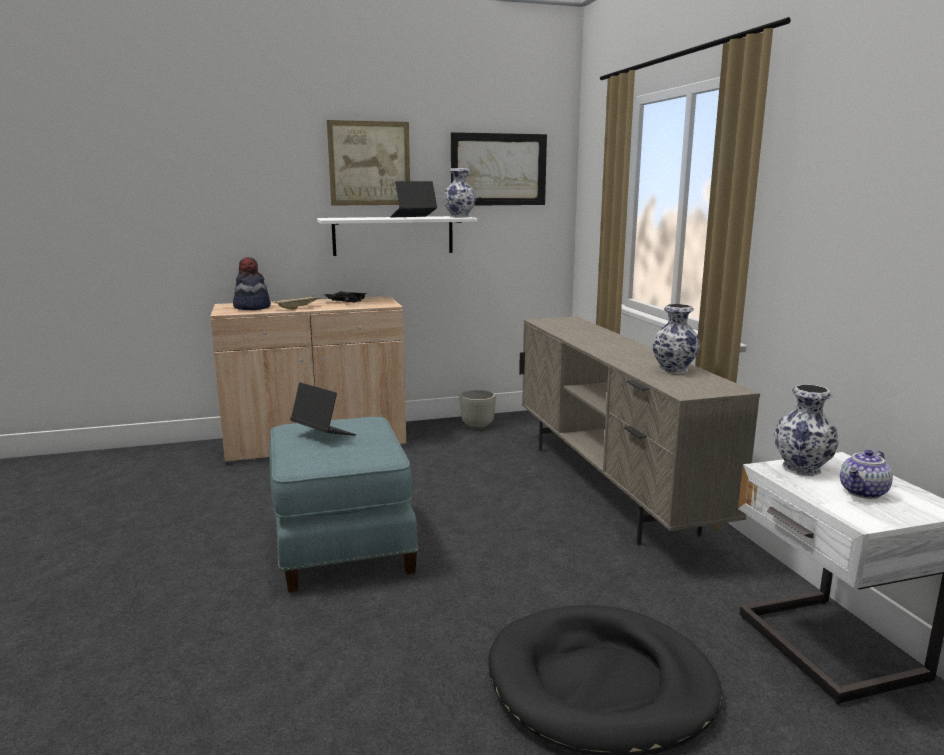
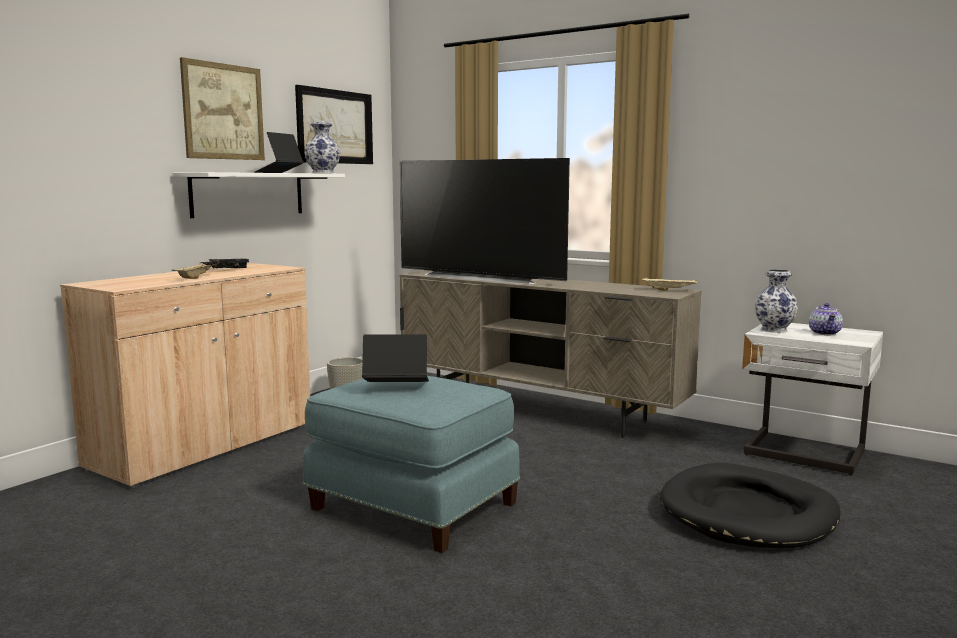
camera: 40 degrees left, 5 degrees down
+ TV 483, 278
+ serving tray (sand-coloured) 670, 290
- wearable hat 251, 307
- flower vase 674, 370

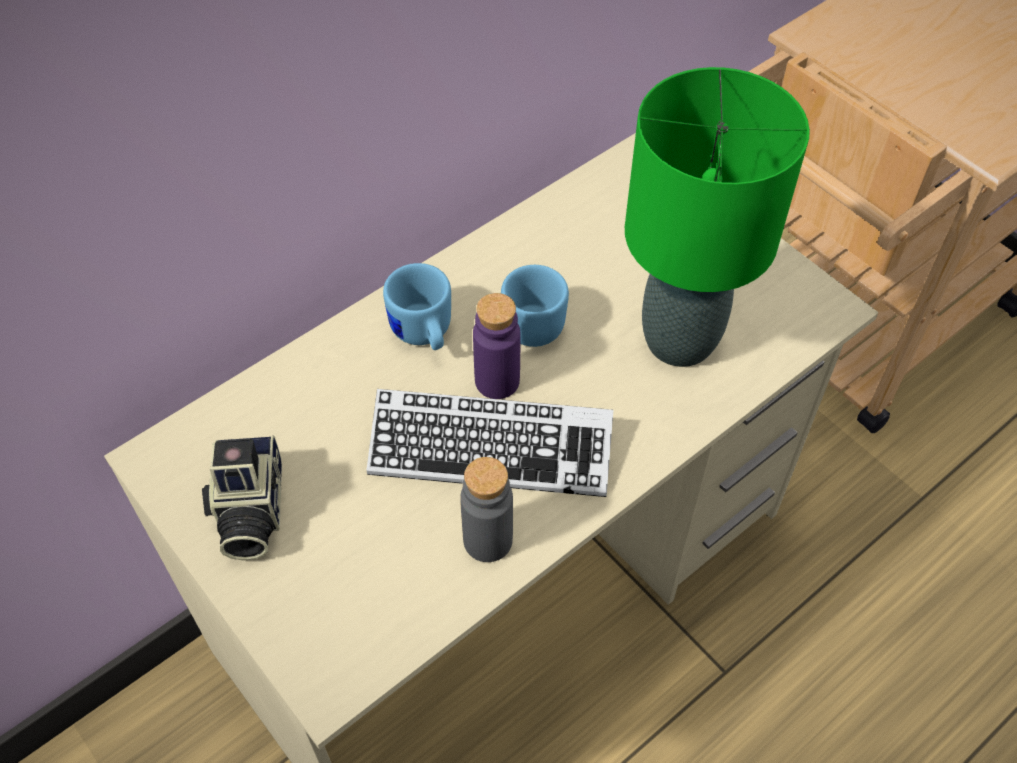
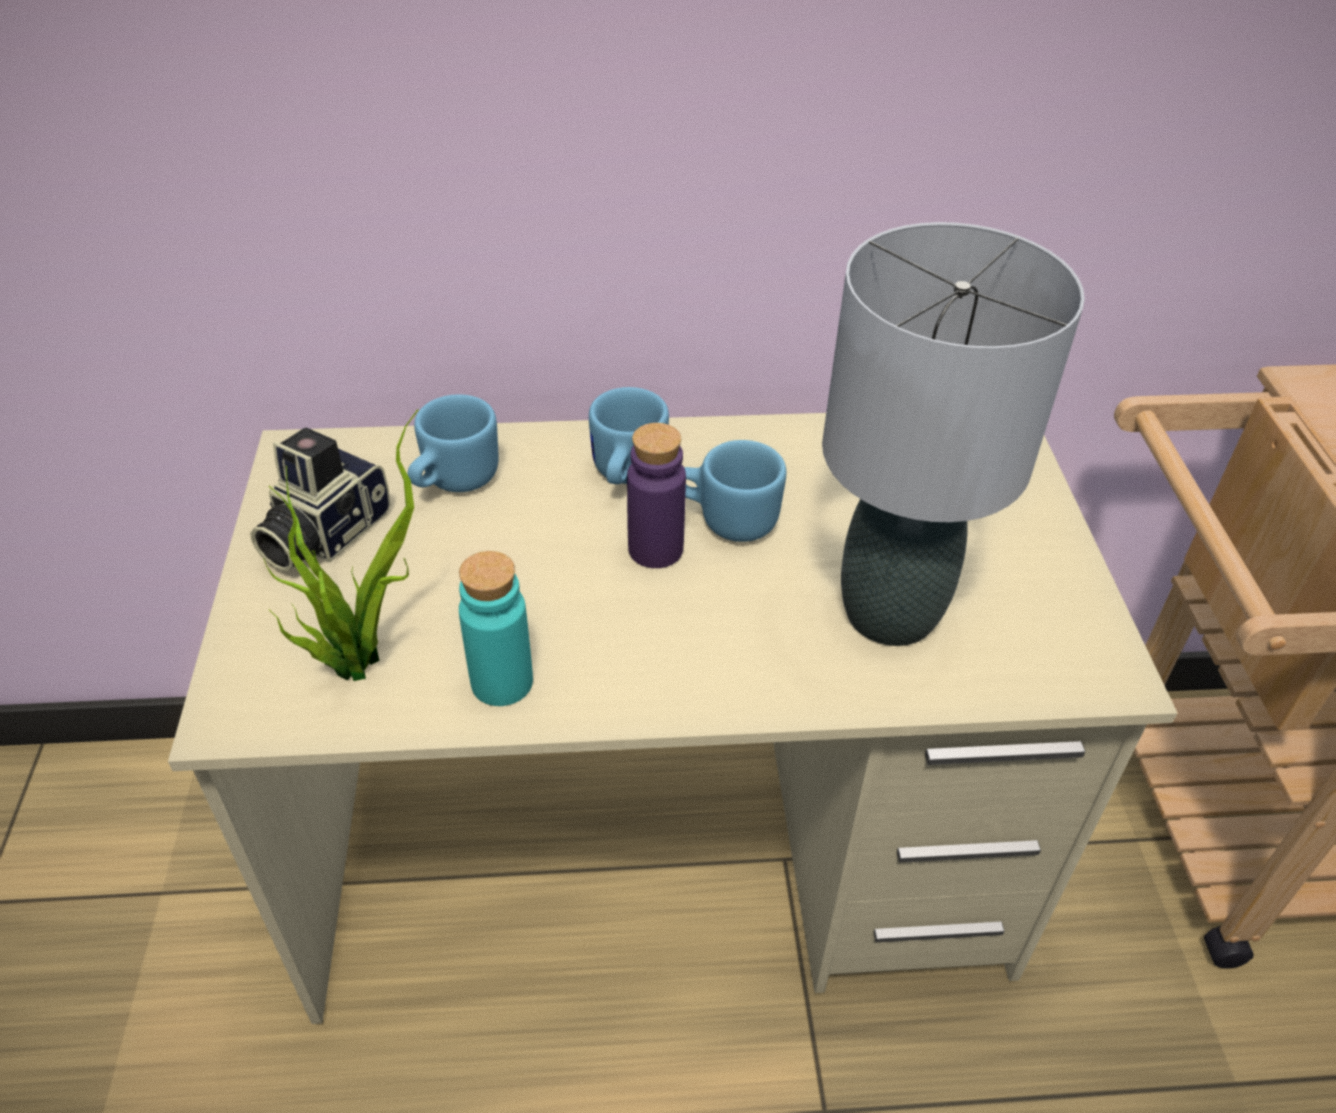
camera: 35 degrees right, 10 degrees down
+ plant in a pot 358, 657
+ tea mug (blue-coloured) 453, 481
~ drink bottle (grey) 488, 540 to drink bottle (turquoise-coloured) 502, 682
~ table lamp (green-coloured) 678, 339 to table lamp (grey) 889, 612
- PC keyboard 490, 450

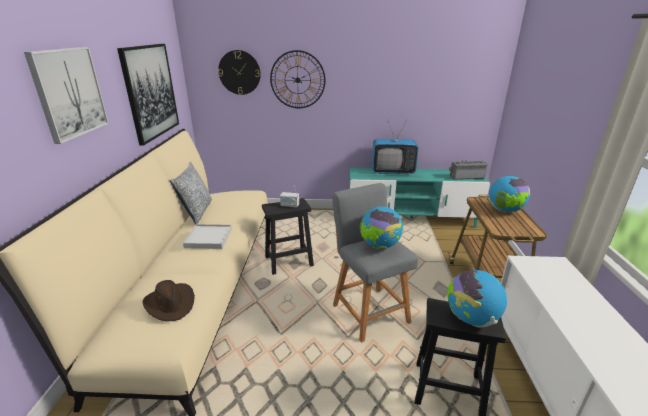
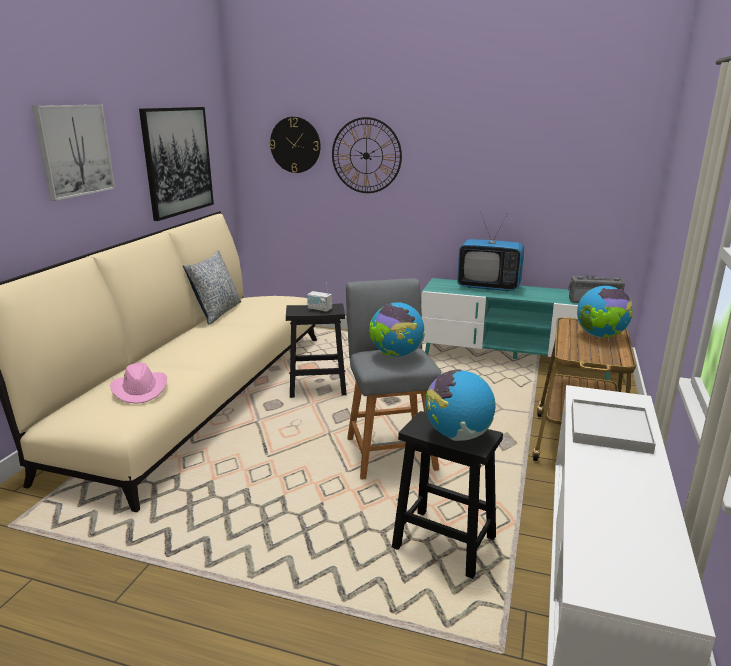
camera: 15 degrees right, 5 degrees down
~ wearable hat (brownish) 170, 303 to wearable hat (pink-coloured) 140, 389
~ serving tray (white) 208, 238 to 609, 429

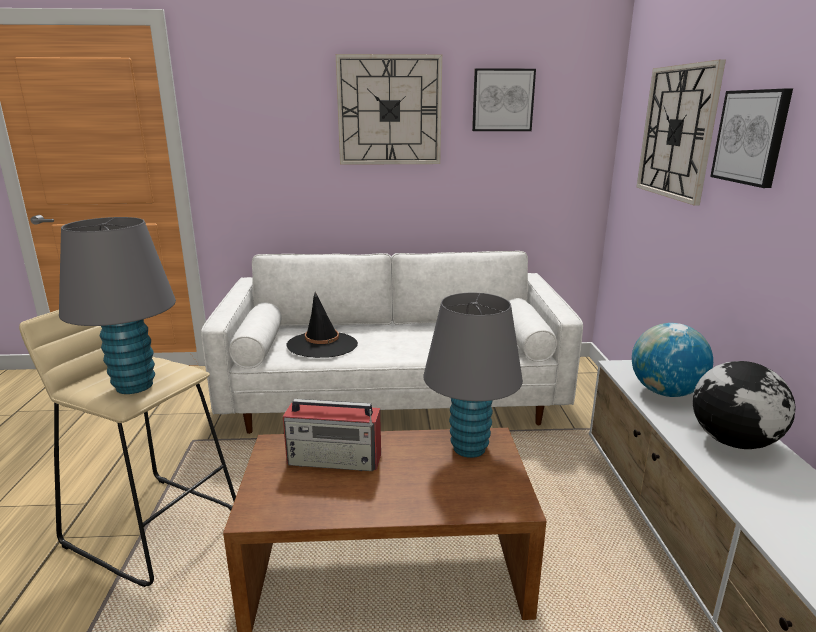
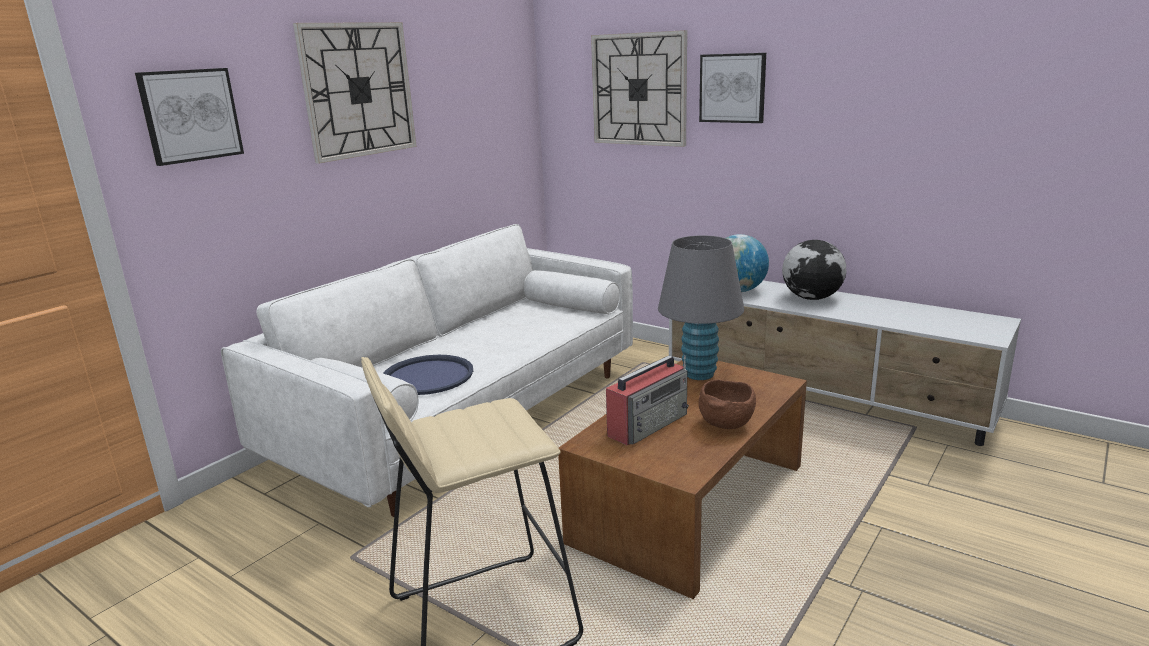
camera: 50 degrees left, 0 degrees up
~ wall art 503, 100 to 190, 115
~ wearable hat (black-coloured) 322, 345 to serving tray (blue-coloured) 428, 376
+ bowl (brownish) 726, 424
- table lamp (grey) 134, 386

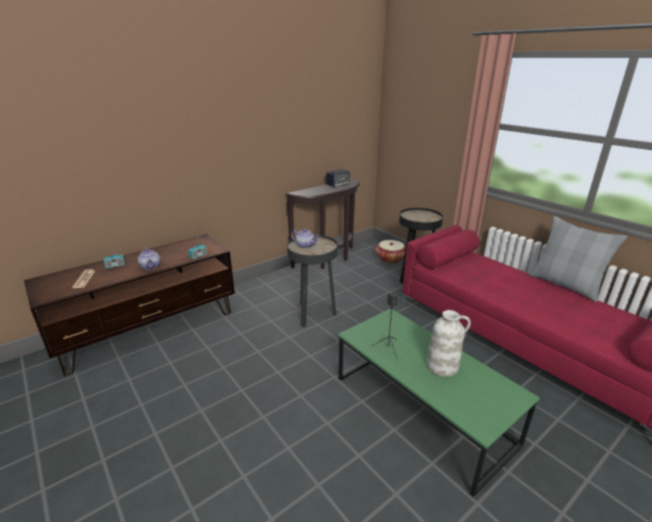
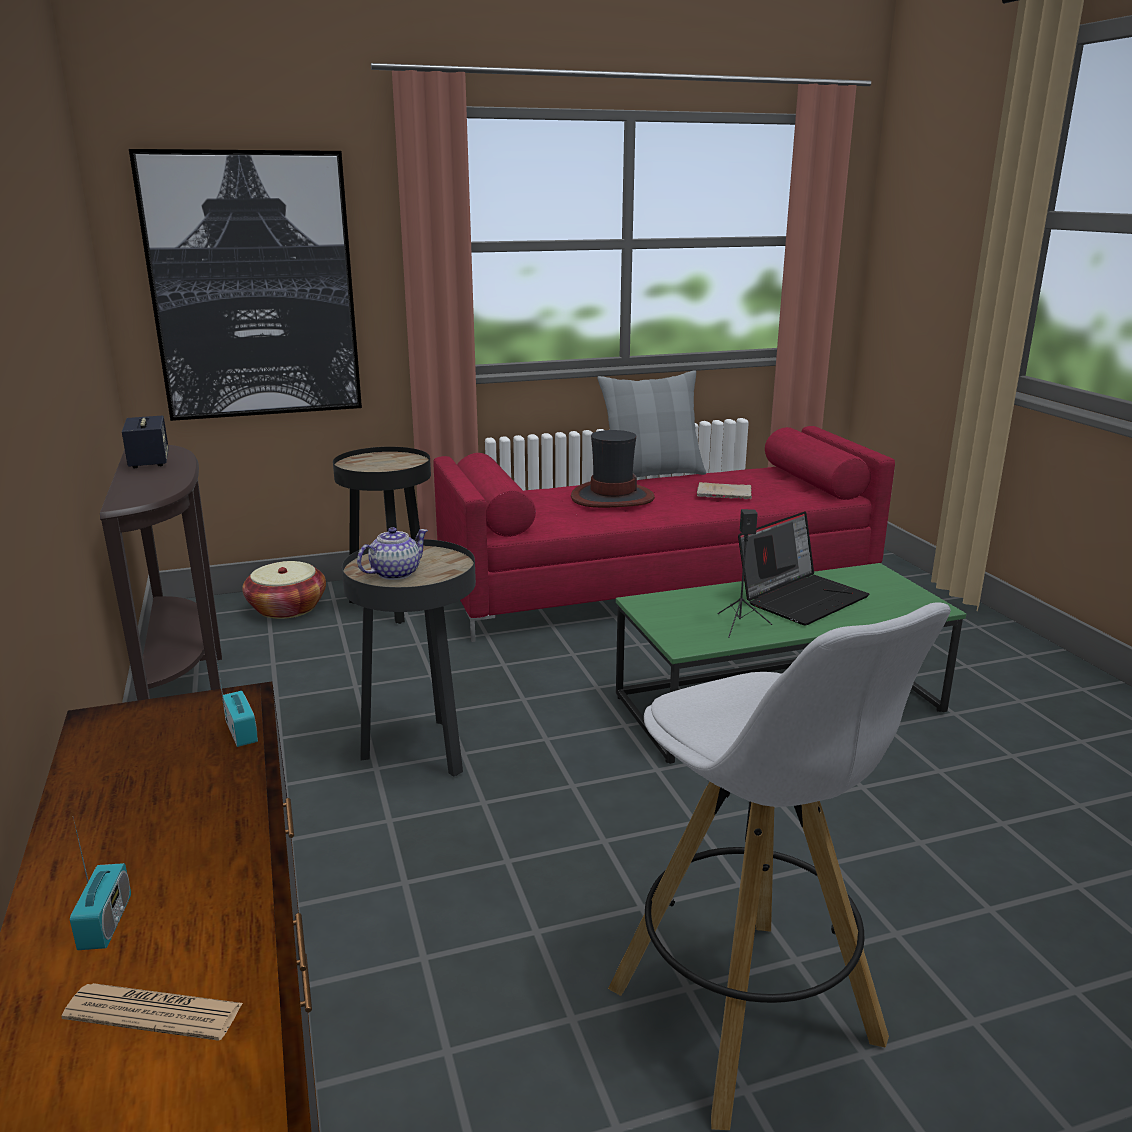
camera: 70 degrees left, 5 degrees down
+ wall art 254, 287
+ wearable hat 612, 497
+ stool (white) 748, 1018
+ bound book (sand-coloured) 726, 494
~ flower vase (white) 443, 366 to notebook computer 801, 597
- pot for tea 150, 266

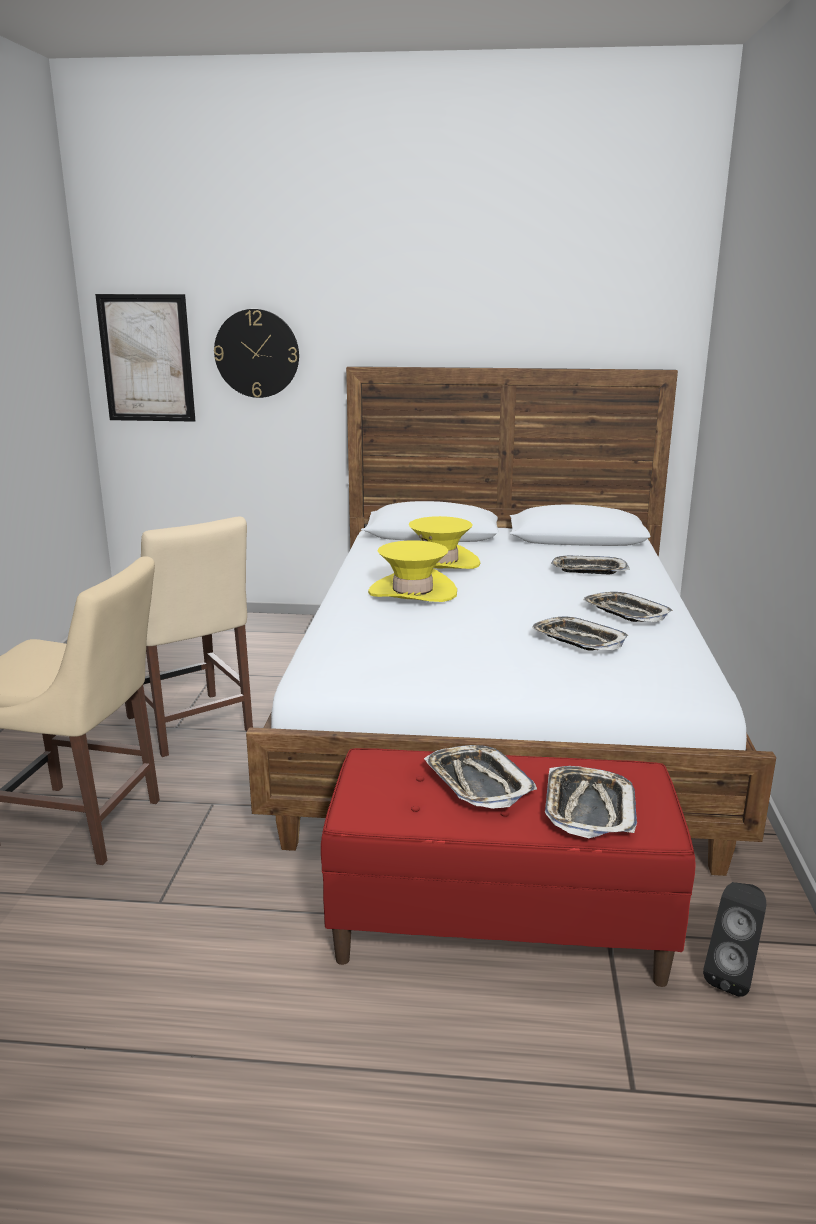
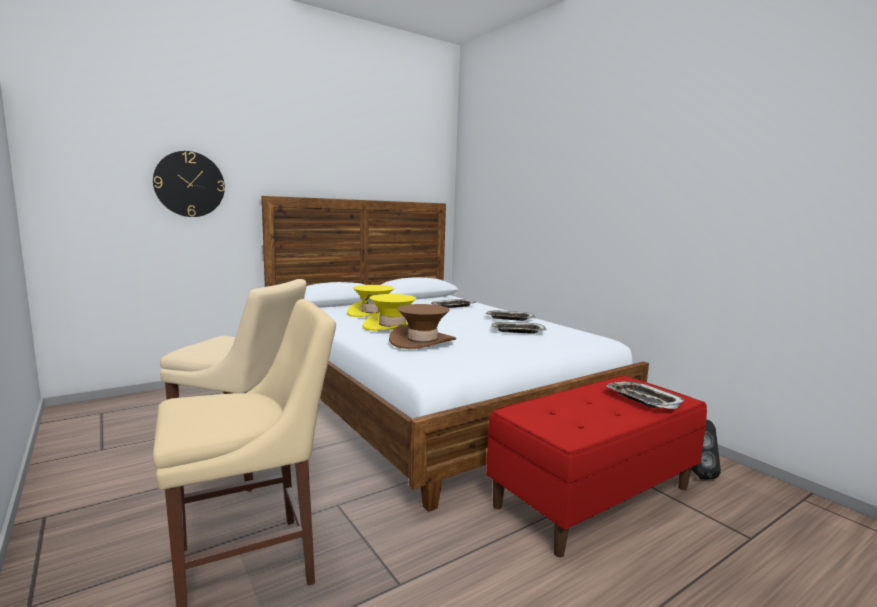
camera: 40 degrees left, 10 degrees down
+ wearable hat (brownish) 422, 341
- wall art 147, 358
- serving tray 478, 783

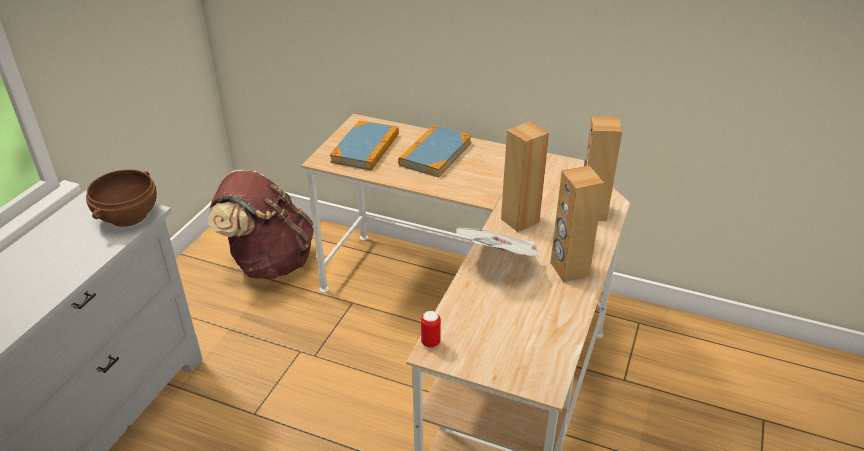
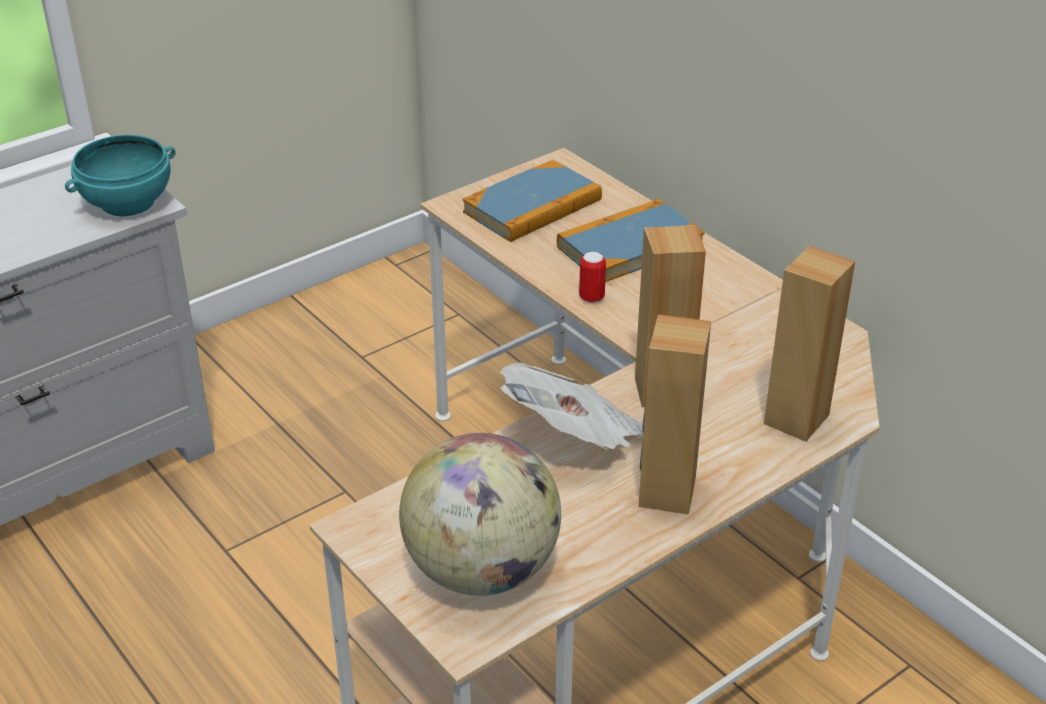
camera: 30 degrees right, 0 degrees up
~ bowl (brownish) 127, 216 to bowl (turquoise-coloured) 127, 202
+ desk globe 482, 570
~ can 430, 342 to 591, 297
- backpack (brownish) 269, 262

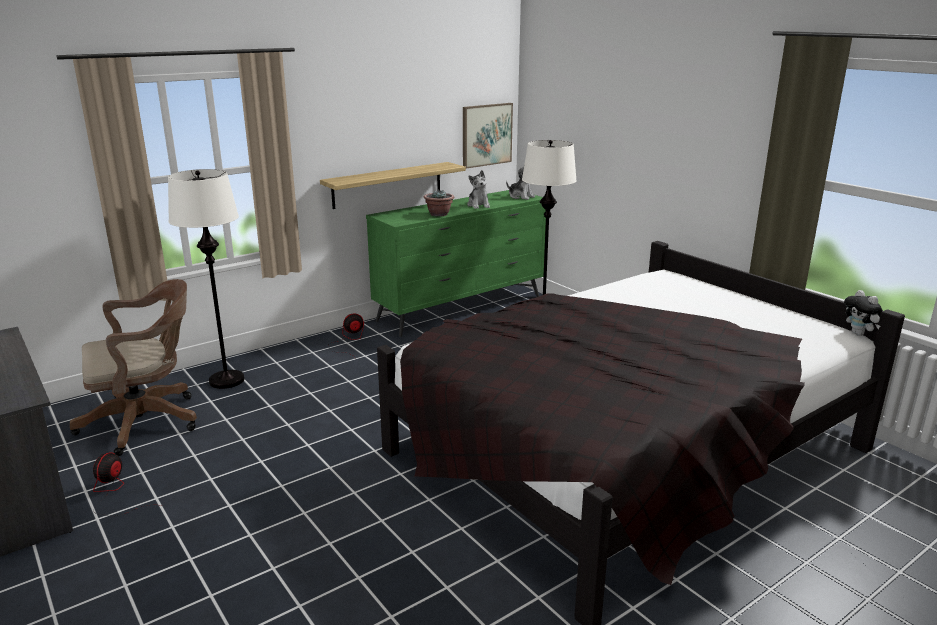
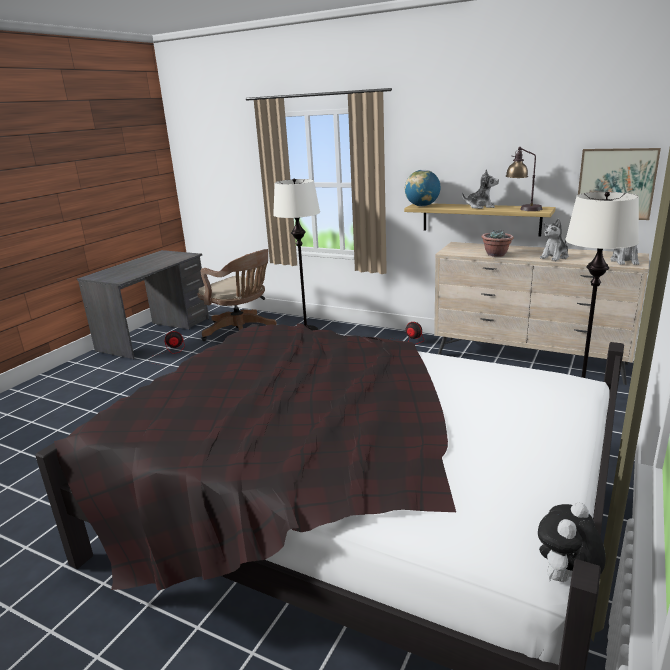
camera: 65 degrees right, 0 degrees up
+ desk globe 422, 206
~ chest of drawers (green-coloured) 461, 308 to chest of drawers (sand-coloured) 529, 360
+ soft toy 480, 206
+ table lamp 522, 208

